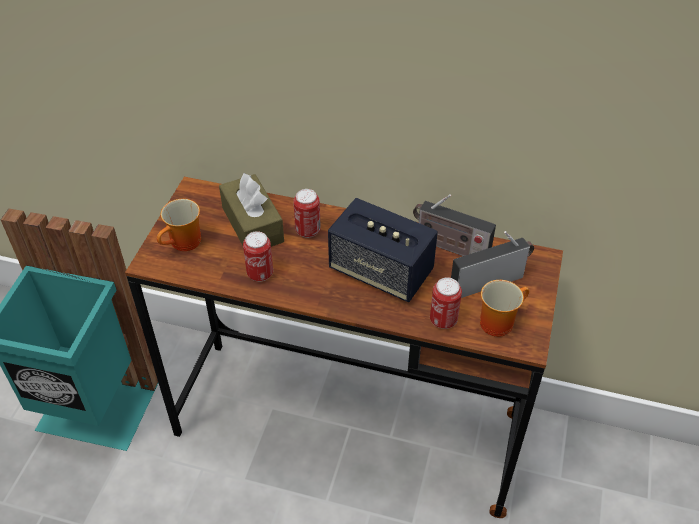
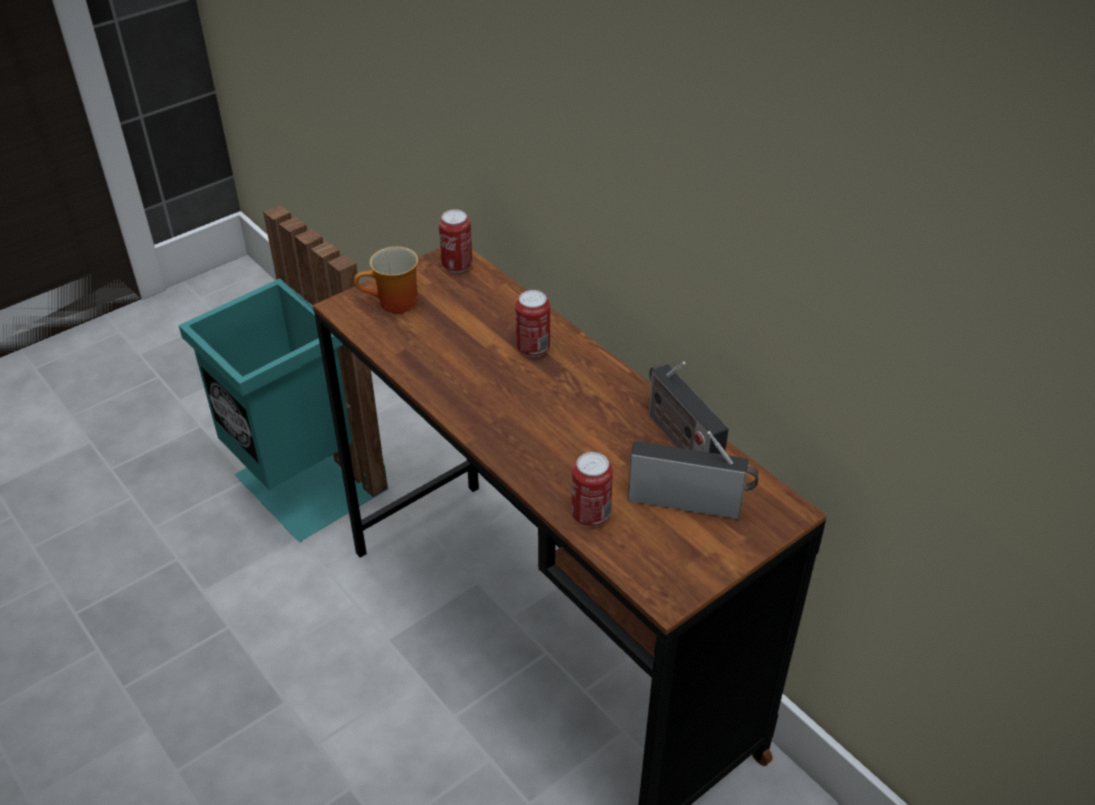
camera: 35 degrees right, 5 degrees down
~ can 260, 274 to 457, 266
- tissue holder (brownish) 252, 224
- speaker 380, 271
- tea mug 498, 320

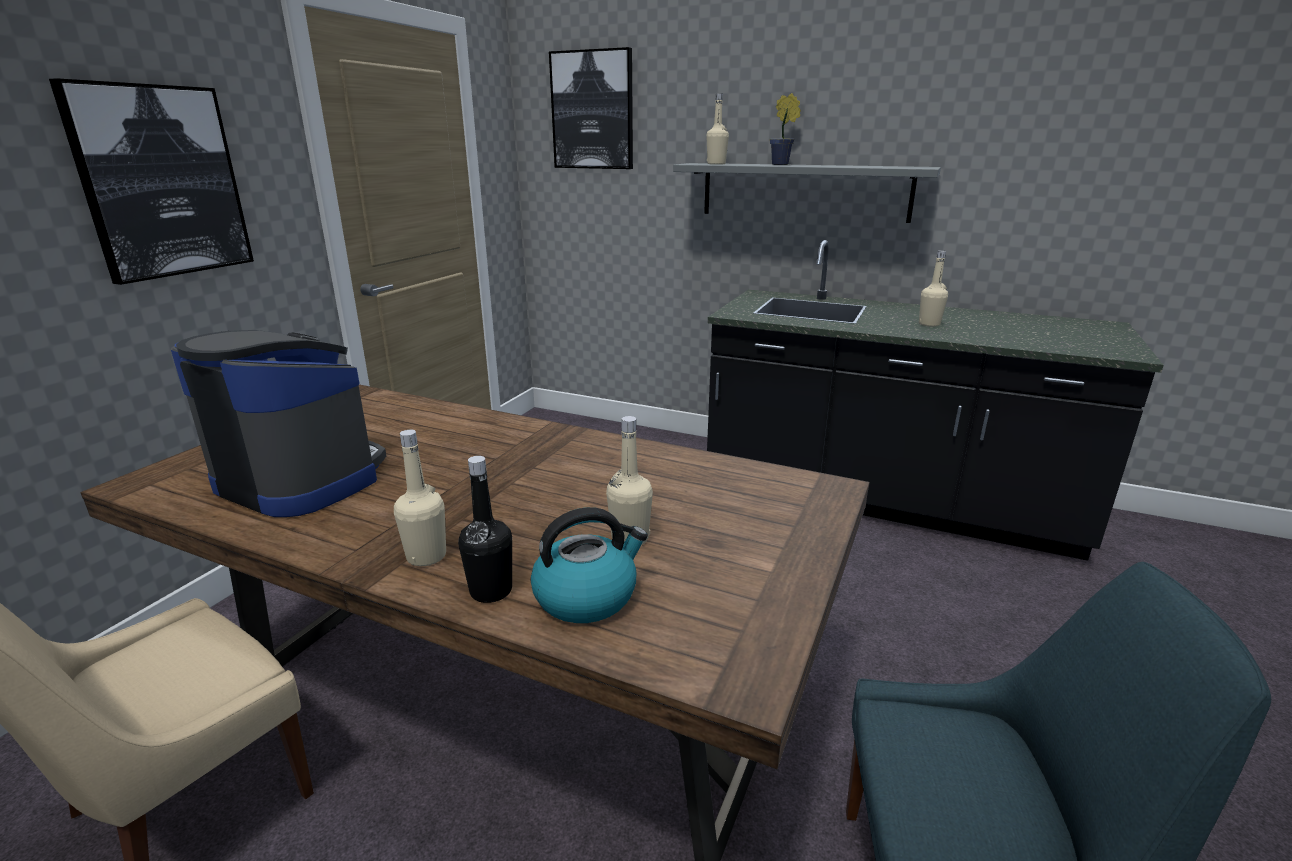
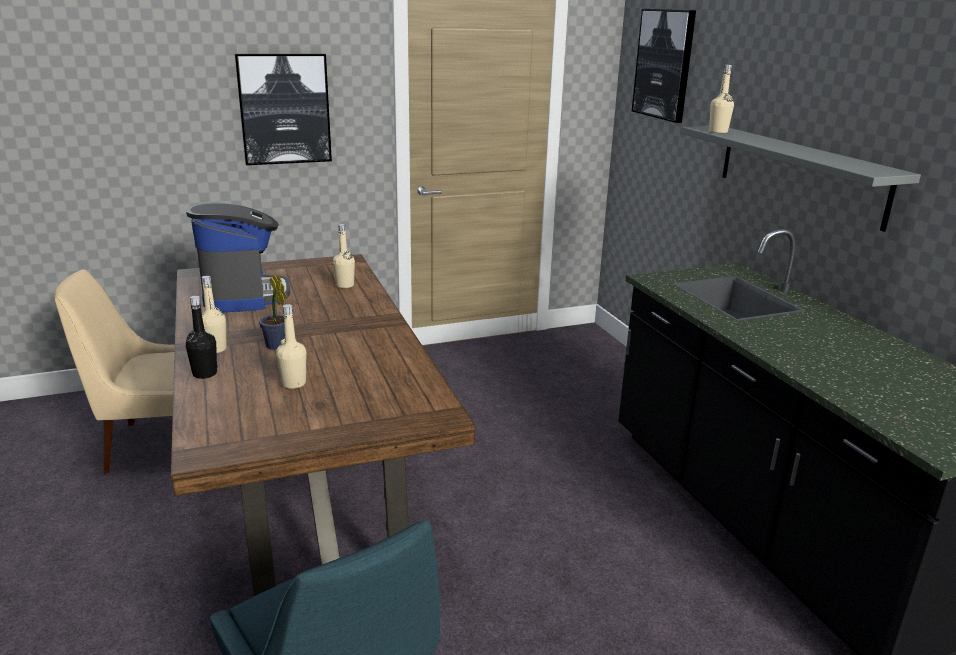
camera: 45 degrees right, 0 degrees up
~ plant in a pot 782, 164 to 277, 346
~ drink bottle (sand-coloured) 929, 324 to 345, 285
- water kettle 587, 596

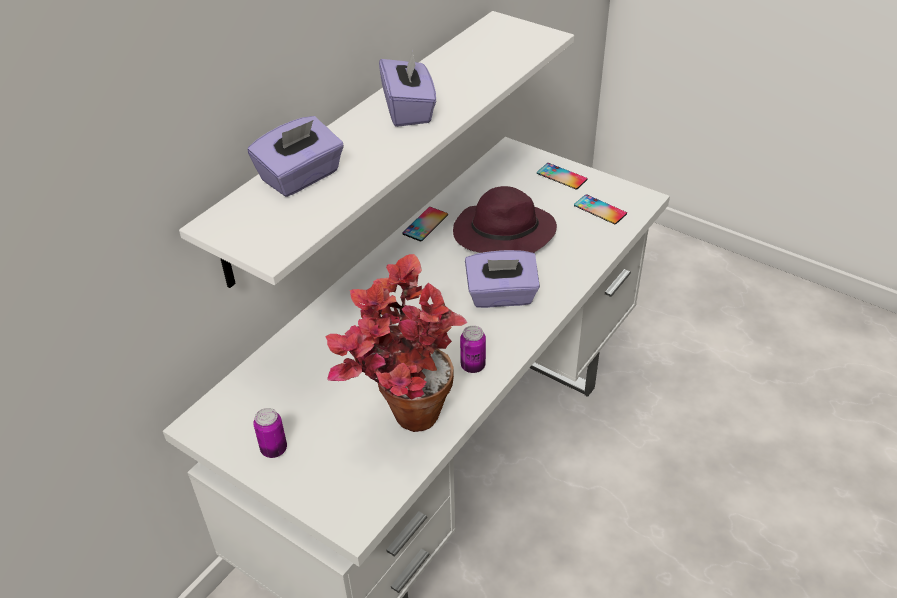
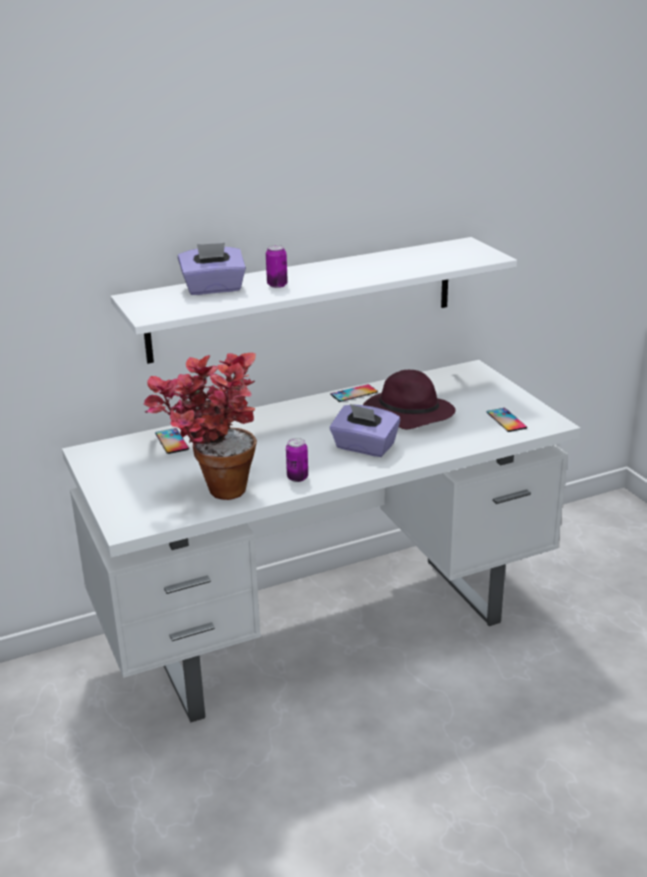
camera: 30 degrees right, 15 degrees down
~ phone 561, 176 to 172, 441
~ can 274, 449 to 277, 285
- tissue holder (purple) 409, 110

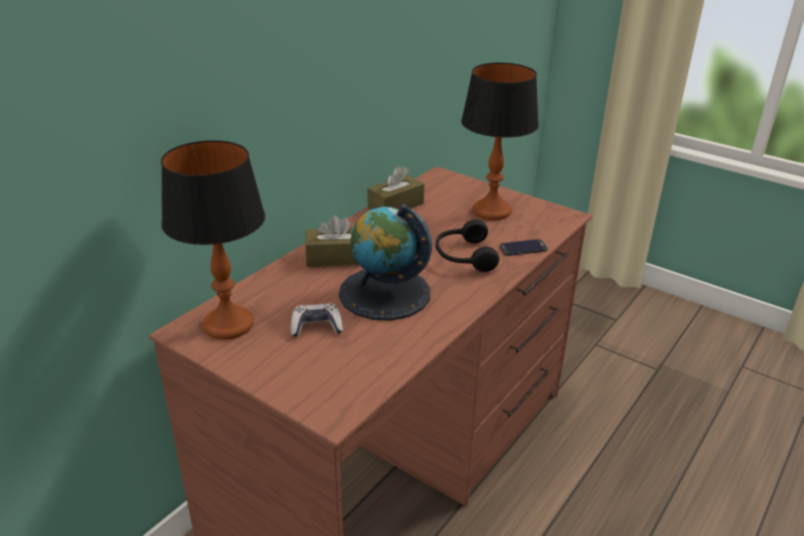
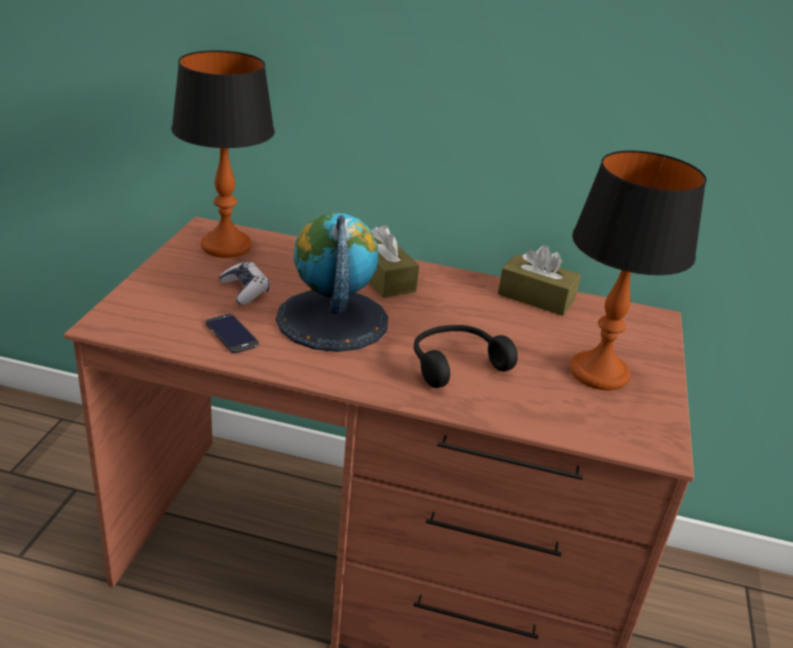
camera: 65 degrees right, 0 degrees up
~ phone 523, 248 to 231, 334

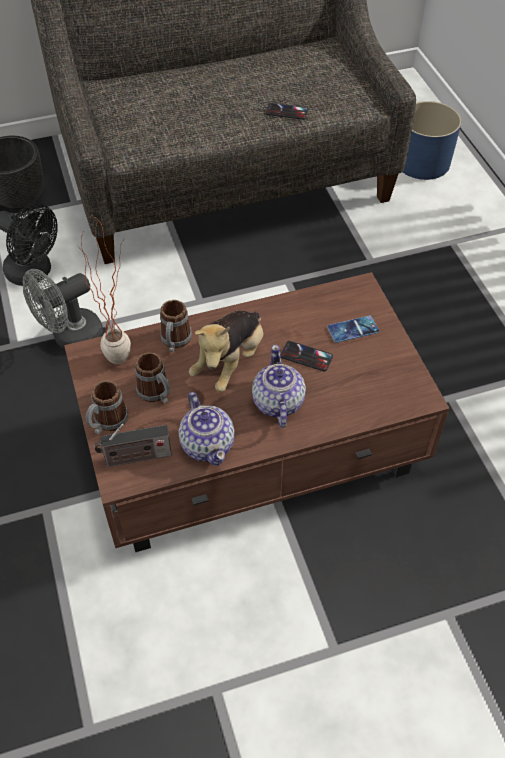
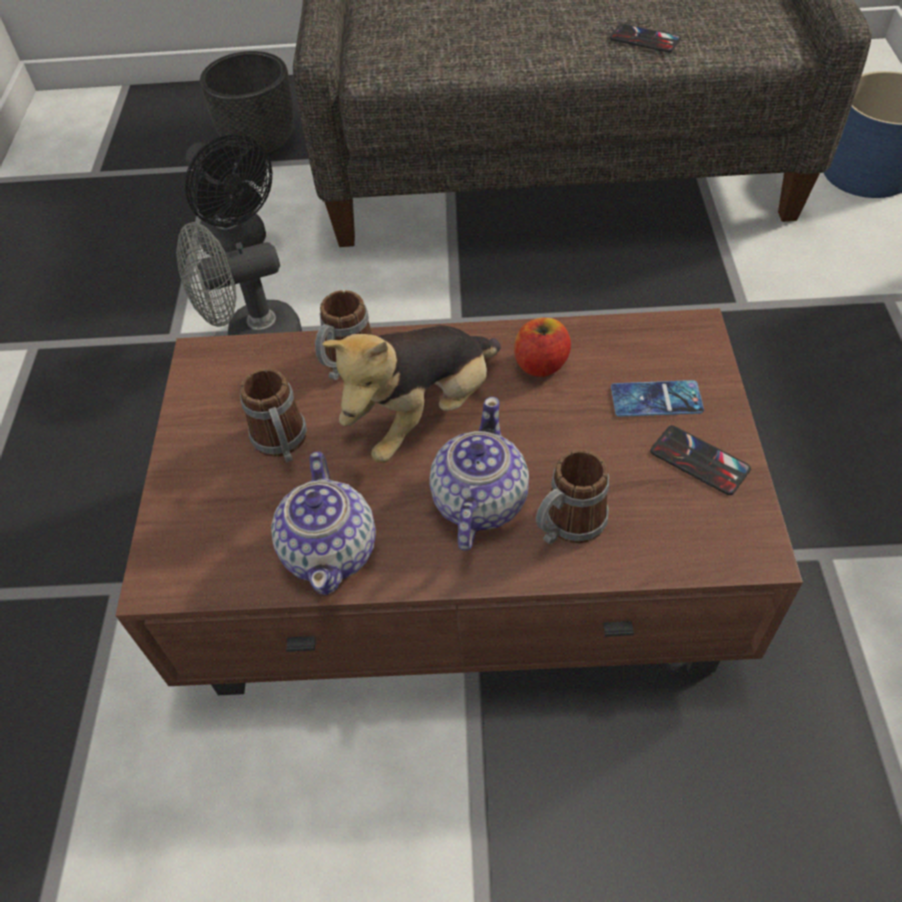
camera: 20 degrees right, 0 degrees up
+ whole apple 541, 364
~ tea mug 107, 423 to 567, 526
~ phone 306, 356 to 699, 460
- plant in a pot 123, 352
- radio 135, 458

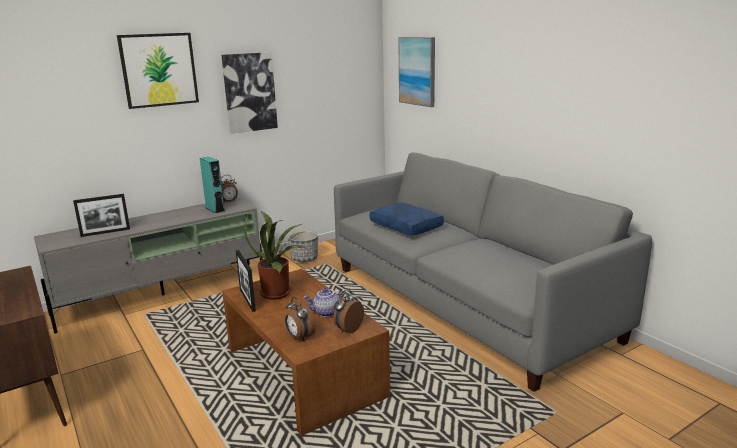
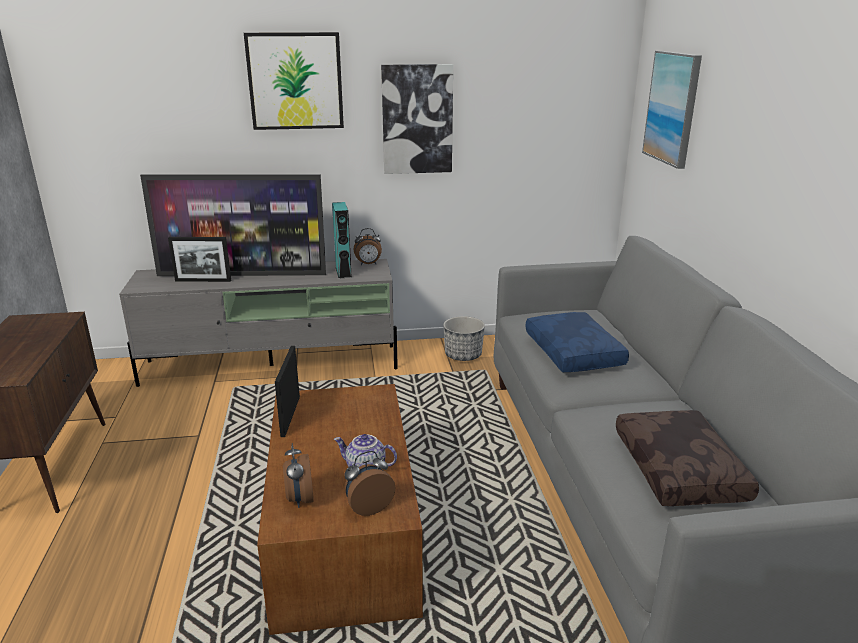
camera: 25 degrees right, 5 degrees up
+ TV 243, 275
+ pillow (brownish) 681, 470
- plant in a pot 279, 293

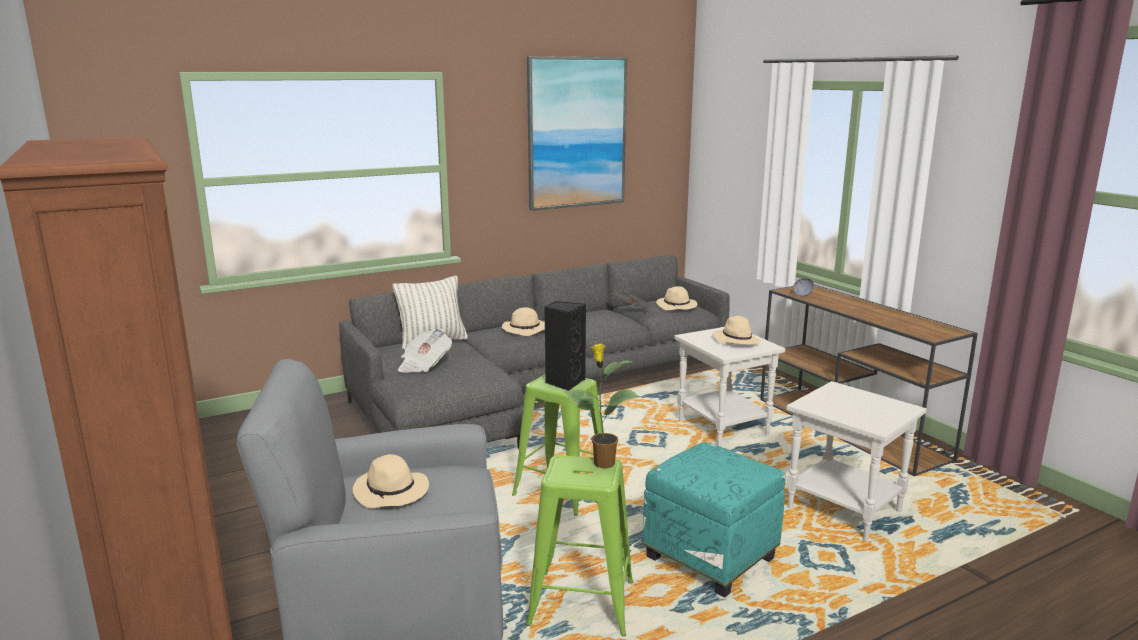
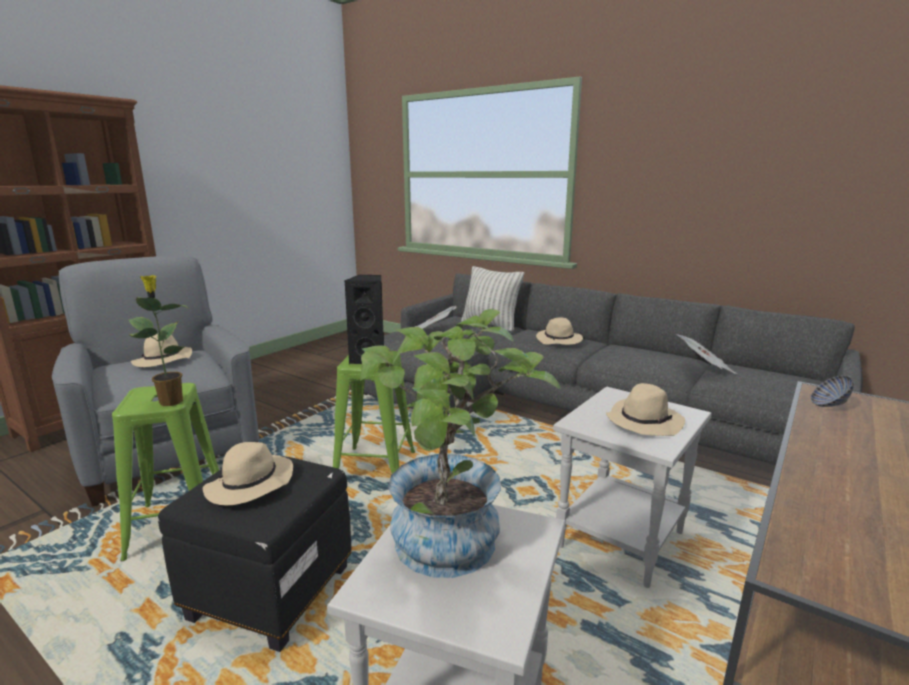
camera: 65 degrees right, 0 degrees up
~ pouffe (turquoise-coloured) 712, 559 to pouffe (black-coloured) 271, 594
~ wearable hat (sand-coloured) 677, 306 to 250, 485
+ plant in a pot 450, 552
- wall art 576, 133

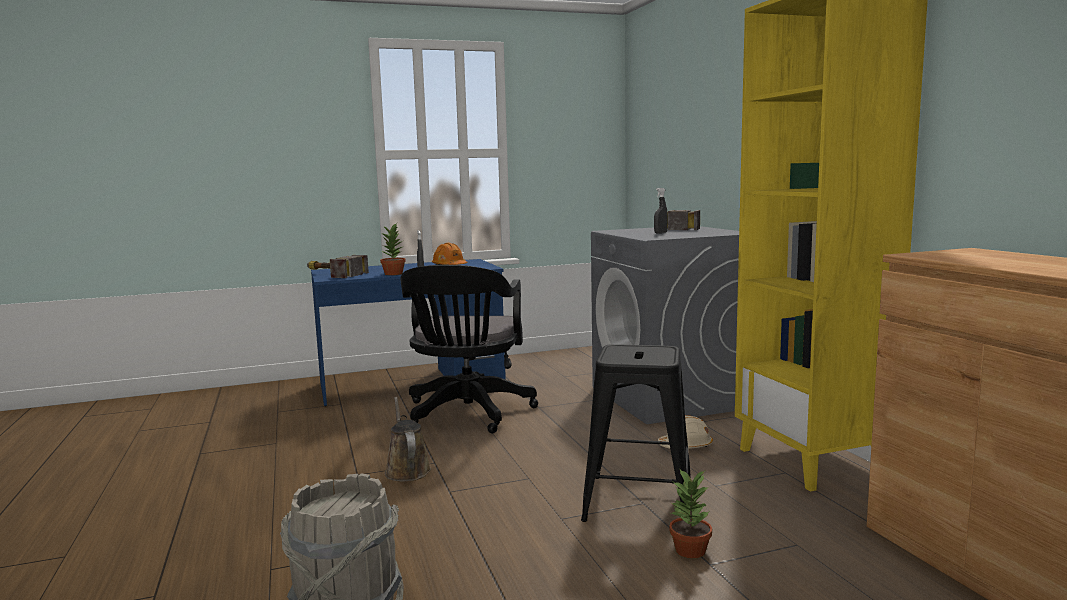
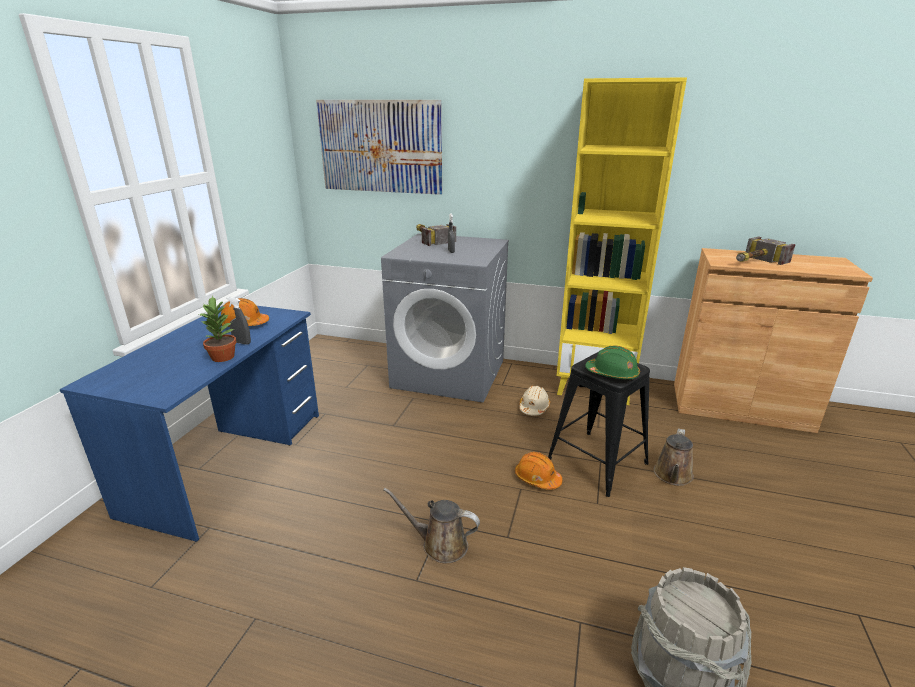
camera: 55 degrees left, 15 degrees up
+ wall art 380, 147
+ hard hat (orangey) 537, 478
+ hard hat (green-coloured) 612, 374
~ plant in a pot 690, 551 to watering can (brownish) 672, 476
~ hammer 332, 274 to 754, 262
- computer chair (black-coloured) 467, 414

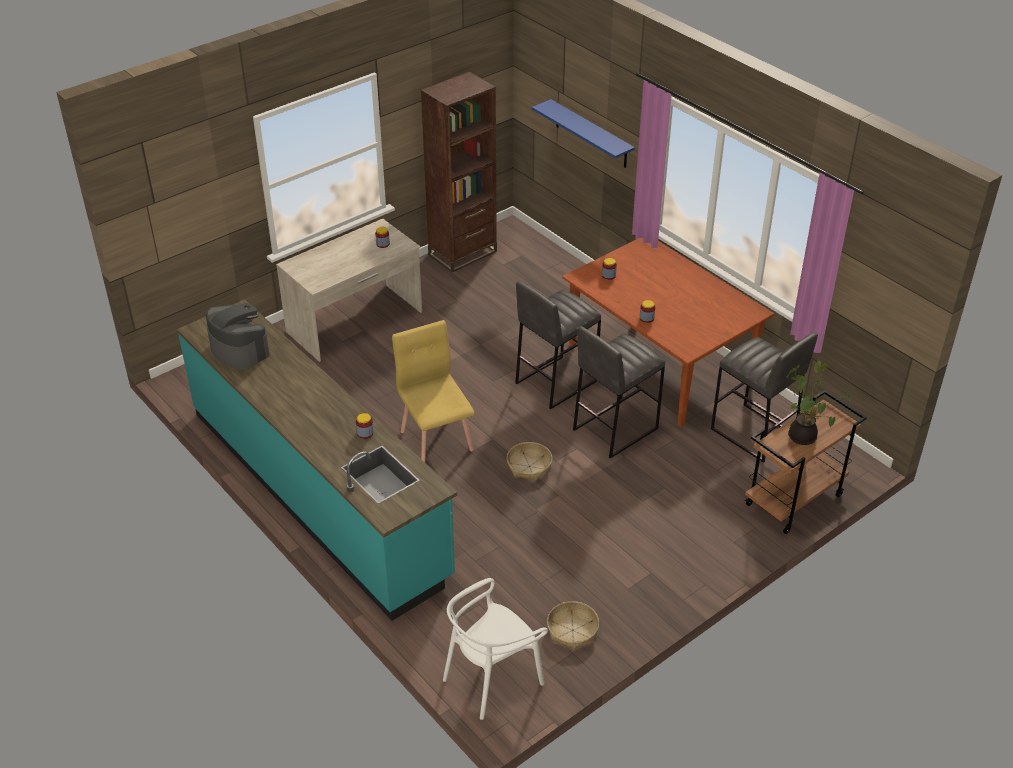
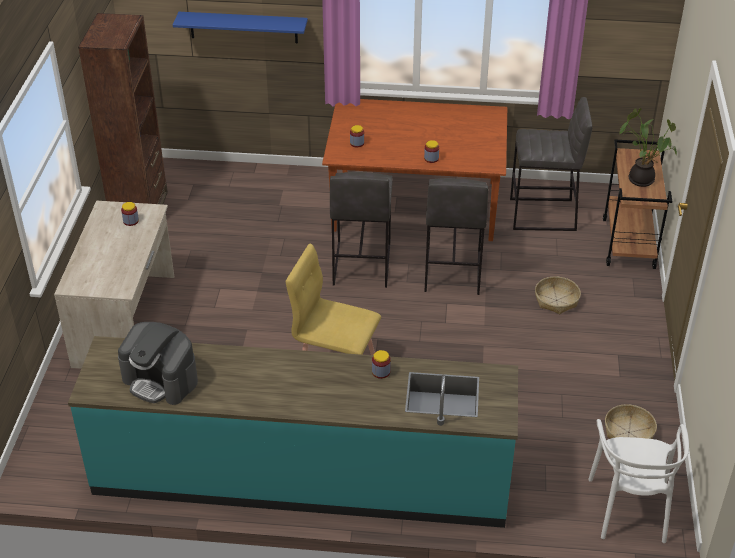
camera: 45 degrees left, 0 degrees up
~ coffee maker 239, 349 = 161, 380 150 degrees counterclockwise
~ basket 529, 466 to 556, 300

